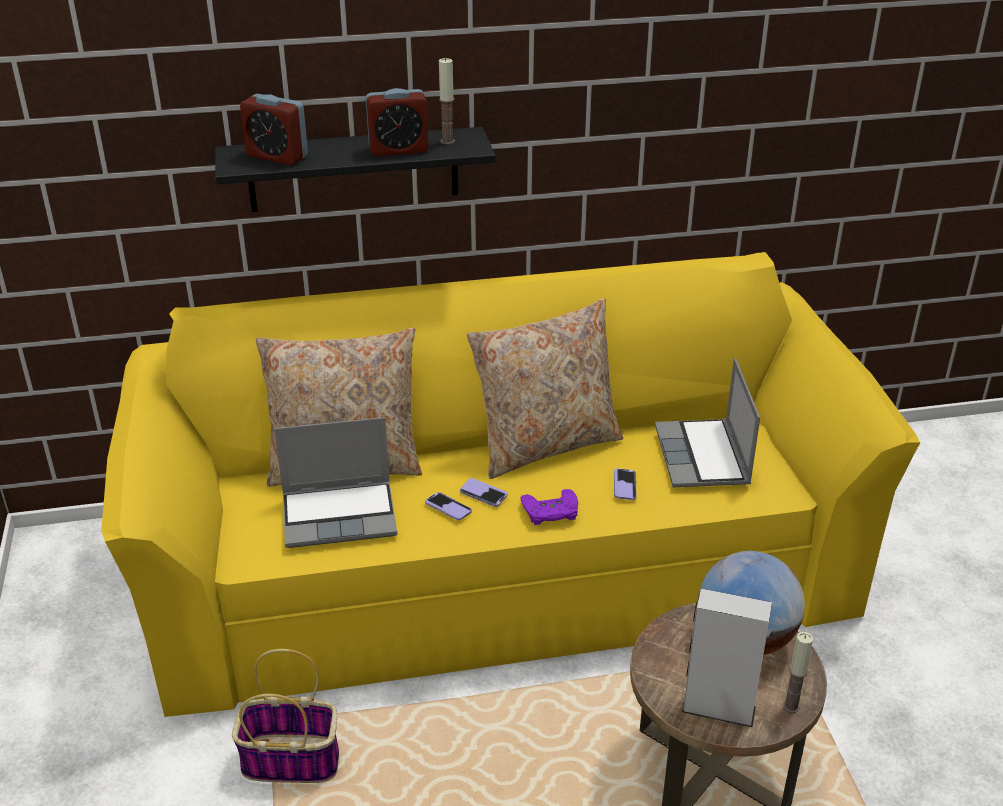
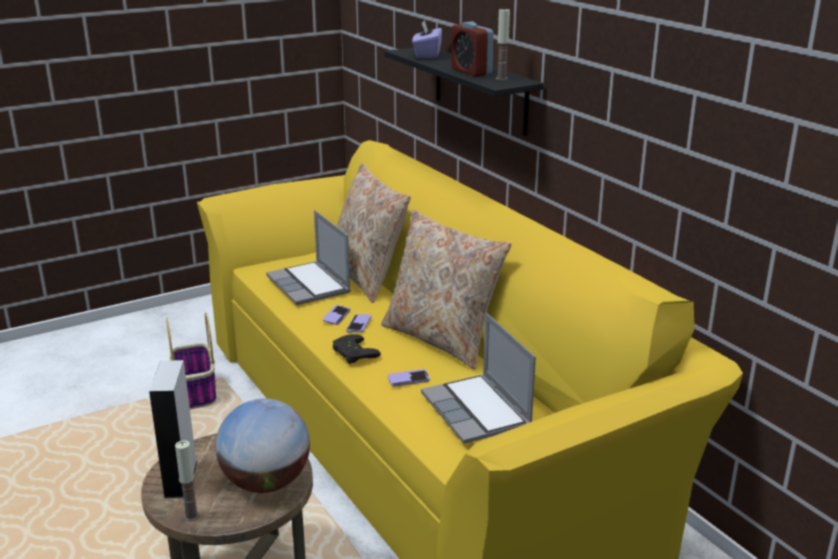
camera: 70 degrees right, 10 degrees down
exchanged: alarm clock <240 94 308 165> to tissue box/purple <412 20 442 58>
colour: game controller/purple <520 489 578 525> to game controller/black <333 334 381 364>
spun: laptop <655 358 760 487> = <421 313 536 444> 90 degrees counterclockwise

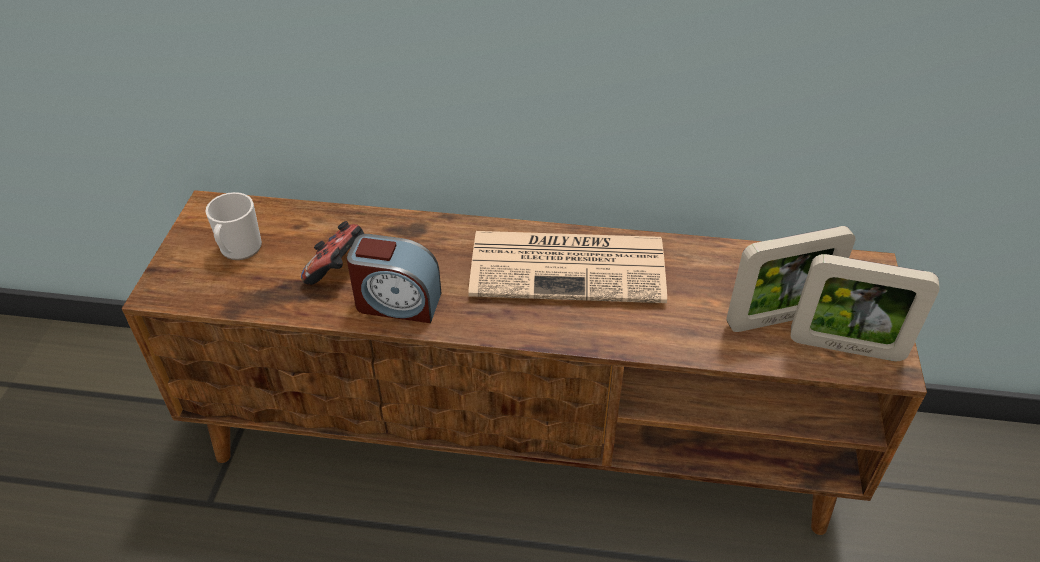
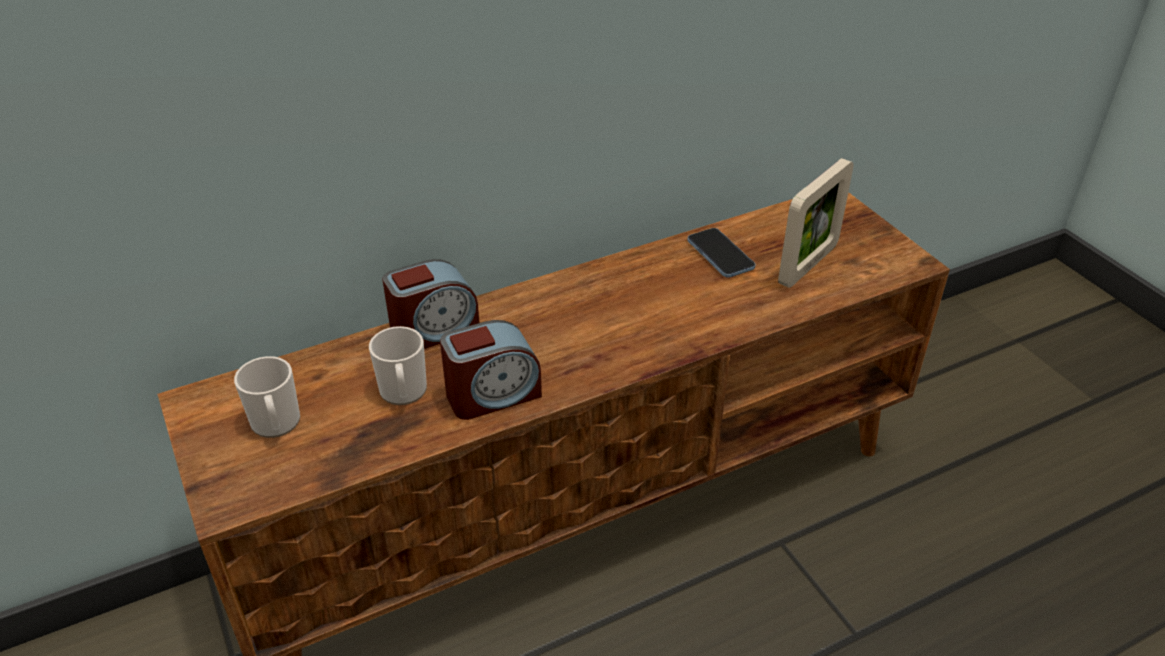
camera: 35 degrees left, 5 degrees down
missing: newspaper <468 231 667 303>; picture frame <791 254 940 361>
appeared: alarm clock <382 259 480 349>; phone <688 228 755 278>
exchanged: game controller <301 221 364 285> to mug <369 326 427 405>

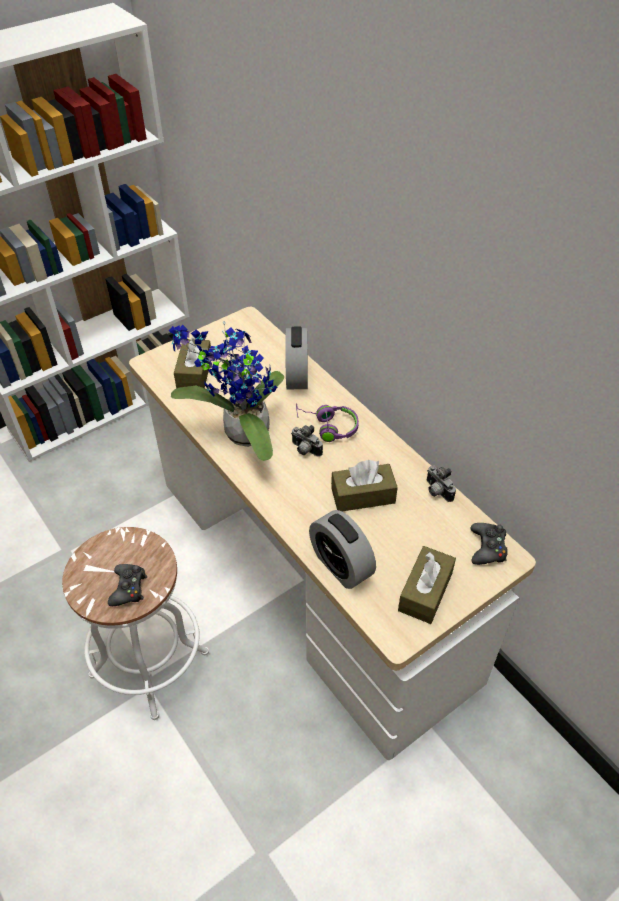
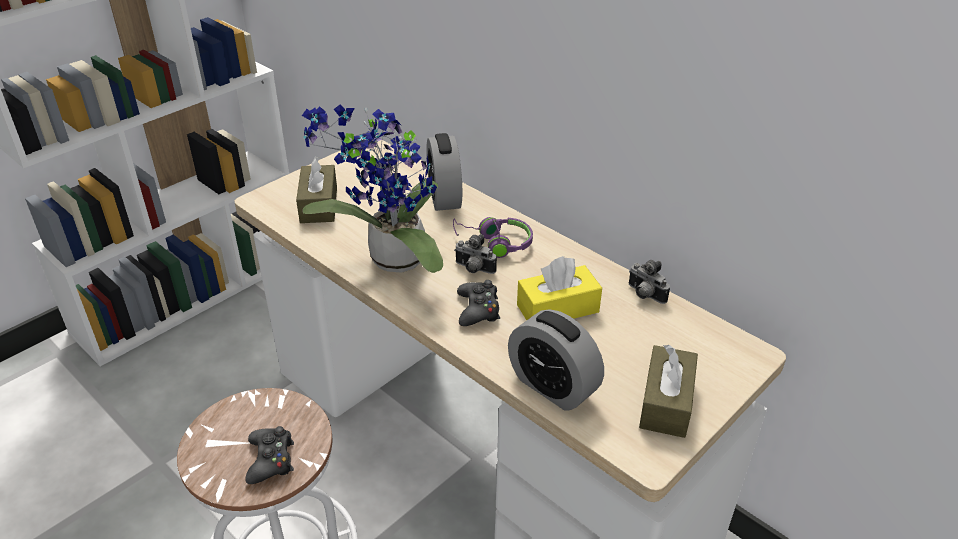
camera: 10 degrees left, 10 degrees down
relocated: game controller/black <471 523 508 565> to <457 280 500 326>
colour: tissue box/brown <331 460 398 511> to tissue box/yellow <517 256 602 320>

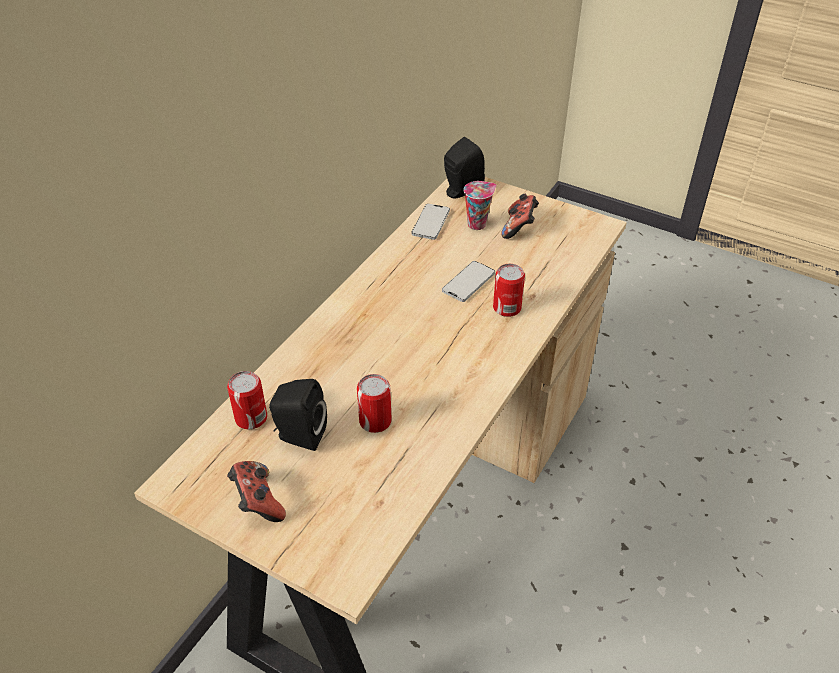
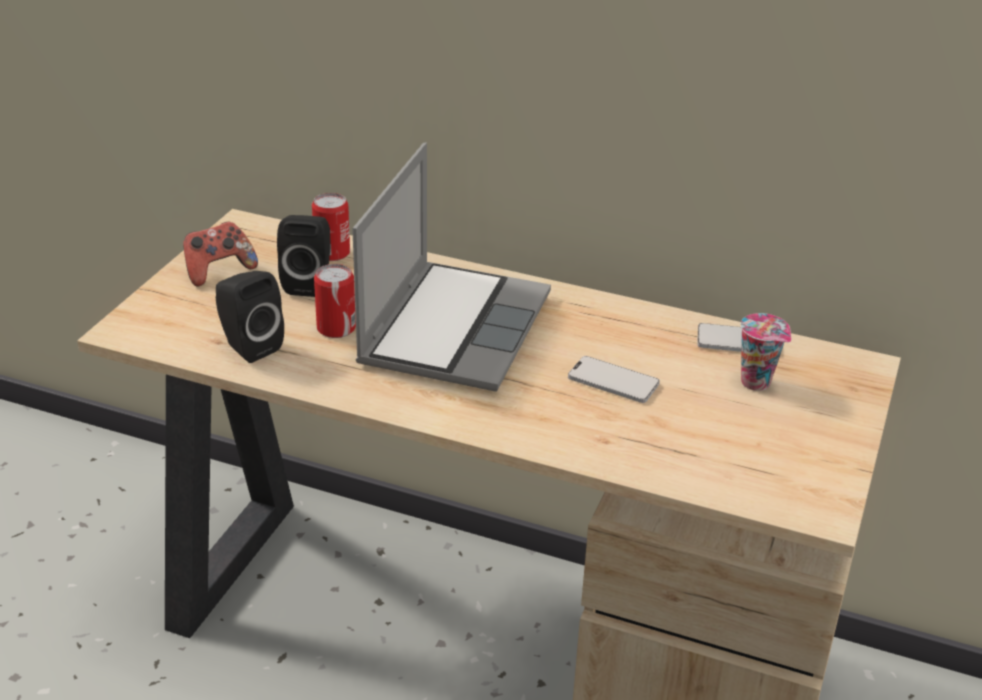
camera: 80 degrees right, 10 degrees down
missing: can <493 264 525 317>; game controller <501 194 539 239>
appeared: laptop <352 142 551 391>
relocated: speaker/black <444 137 485 199> to <216 271 284 363>

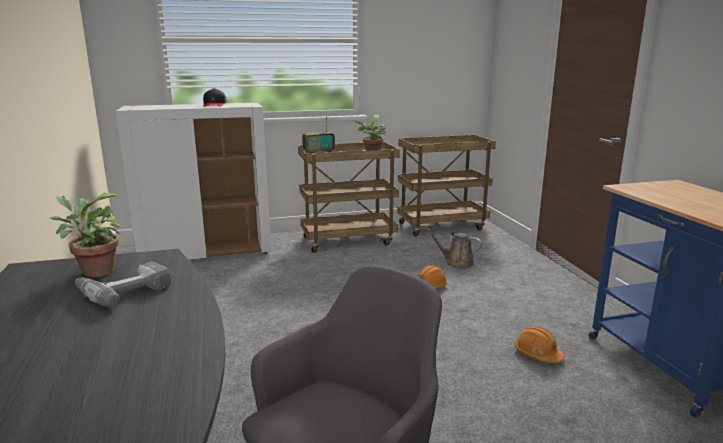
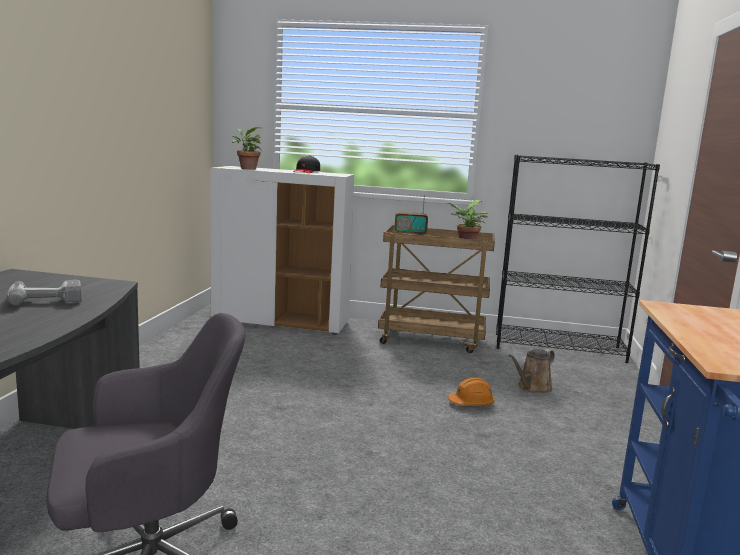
camera: 25 degrees right, 5 degrees down
missing: hard hat/orange <515 326 565 363>
relocated: potted plant <50 193 121 278> to <232 127 262 170>
exchanged: cart/brown <397 135 496 237> to bookcase/black <496 155 660 363>
spun: watering can/brown <424 225 482 268> = <509 349 555 393> 90 degrees counterclockwise

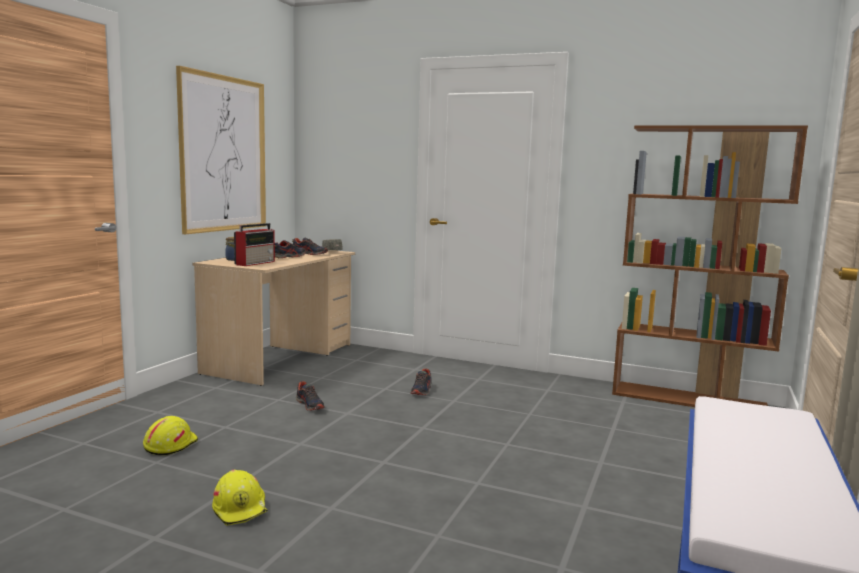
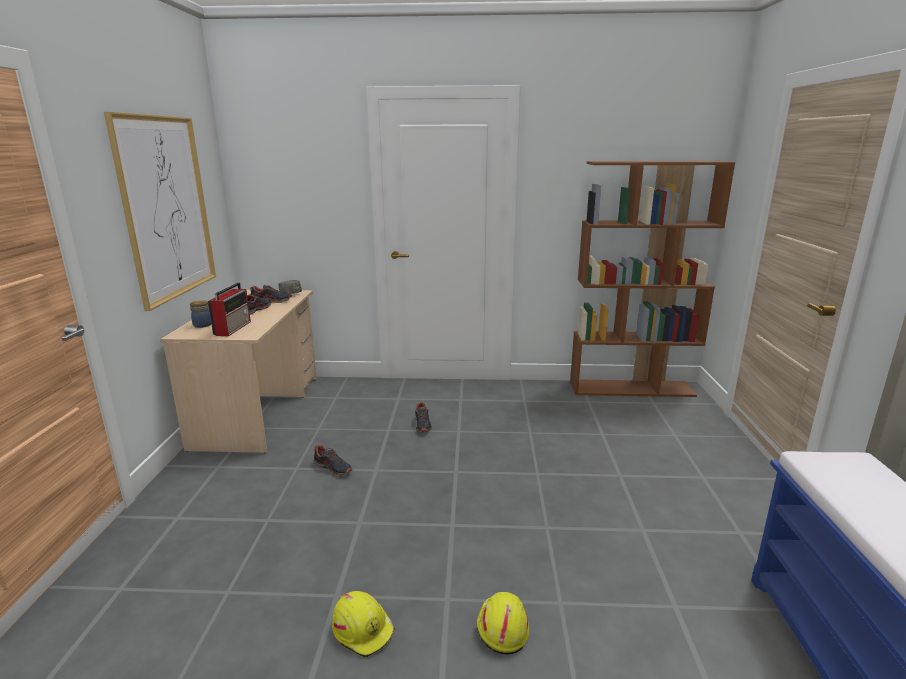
camera: 20 degrees left, 10 degrees up
relocated: hard hat/yellow <143 416 198 455> to <476 592 529 655>

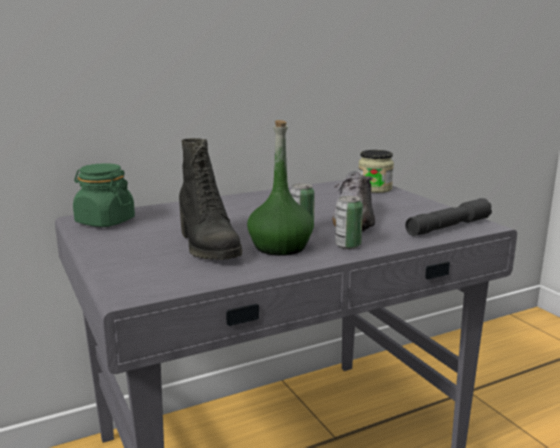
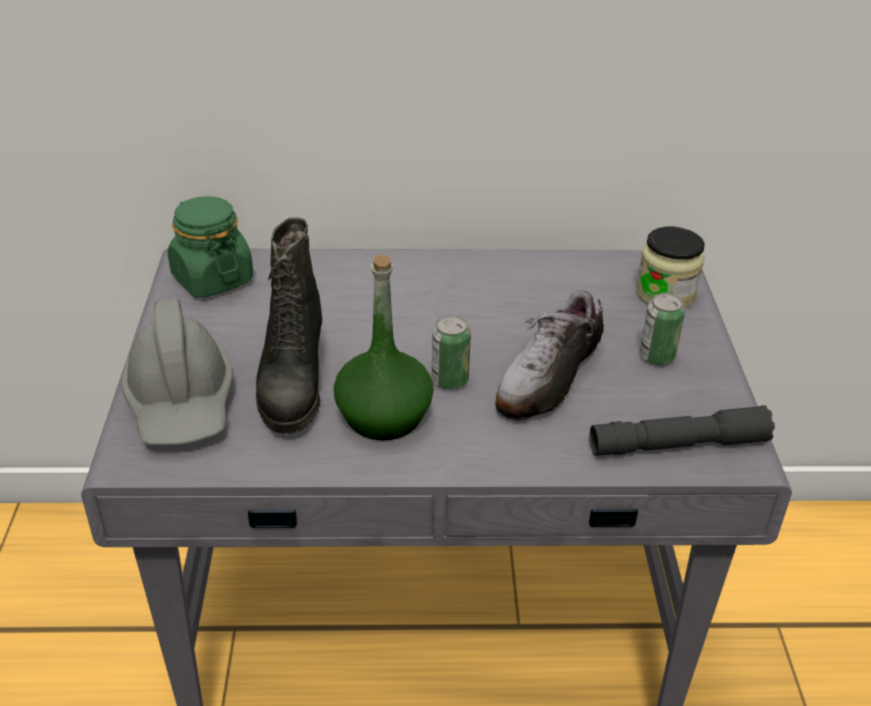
camera: 25 degrees right, 20 degrees up
appeared: hard hat/grey <121 298 233 445>
relocated: can <335 196 363 249> to <640 293 685 365>

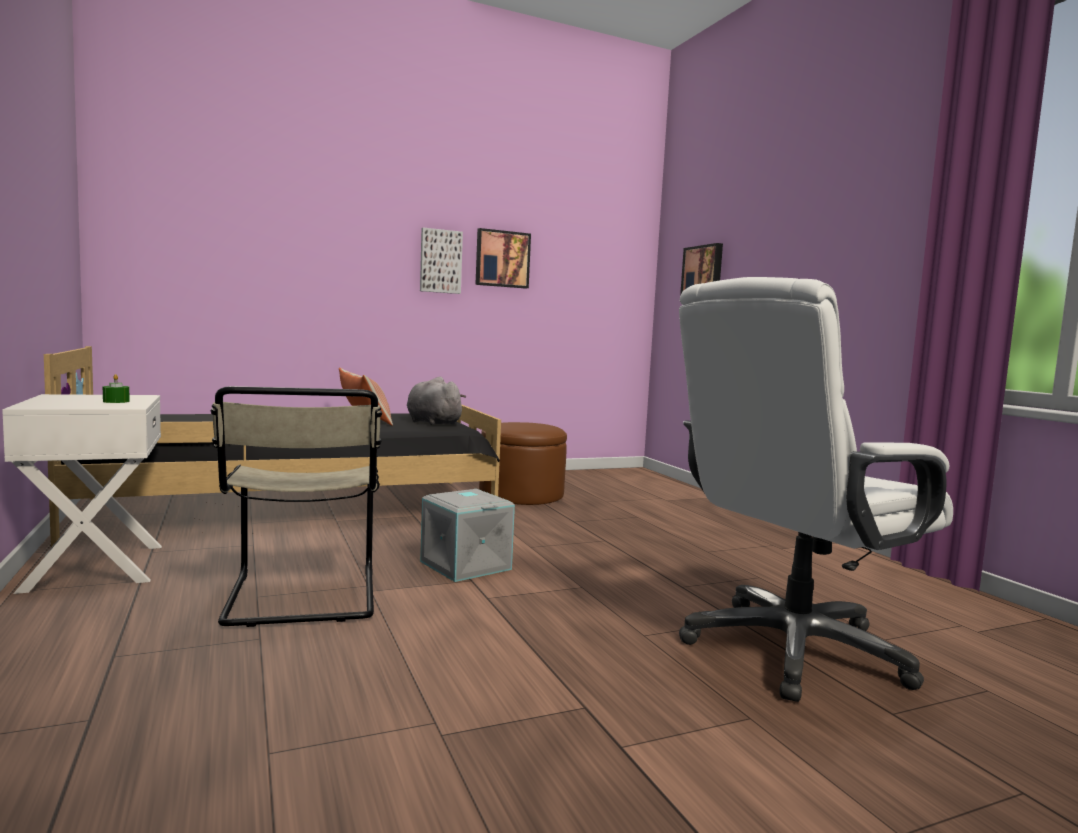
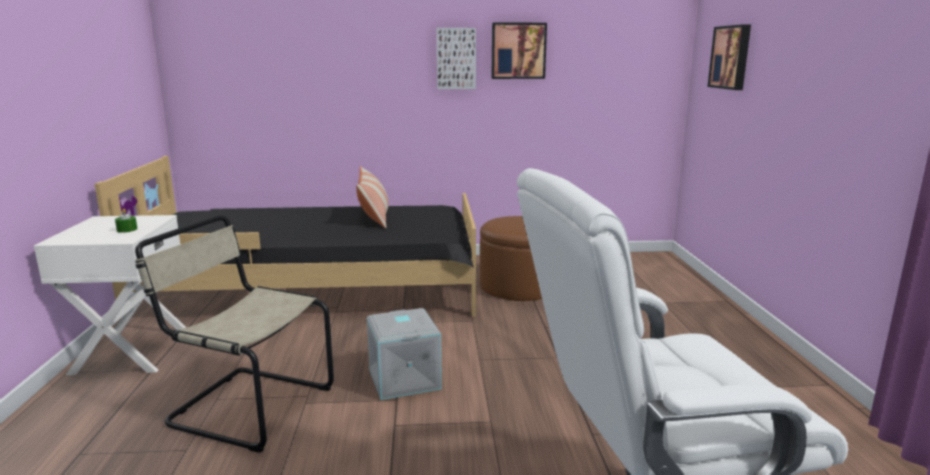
camera: 20 degrees right, 10 degrees up
missing: plush toy/grey <407 377 466 425>
spun: chair/beige <210 386 382 627> = <135 215 334 453> 105 degrees clockwise

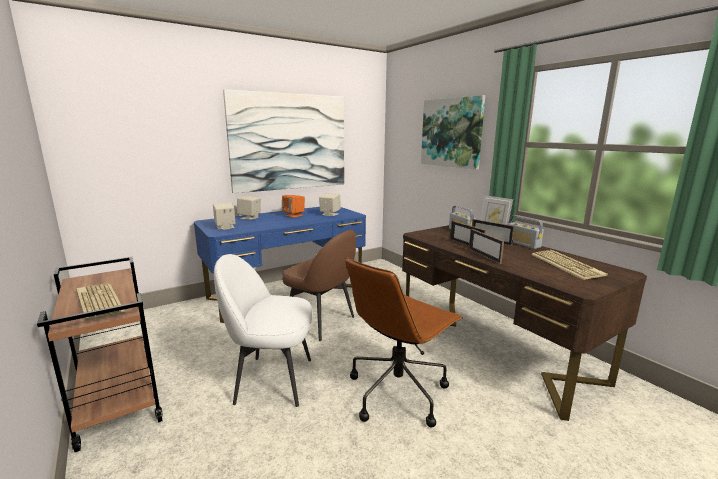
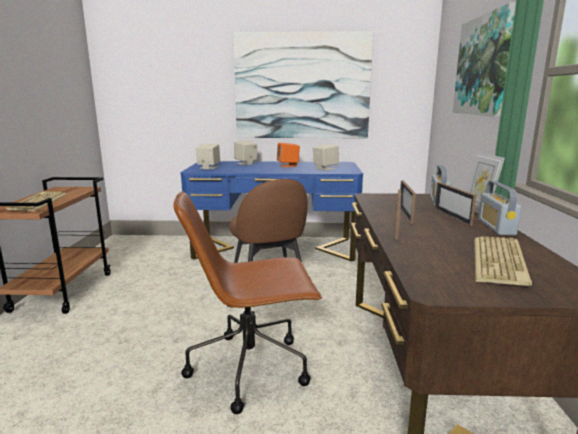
camera: 35 degrees right, 0 degrees up
missing: chair/white <214 254 313 407>

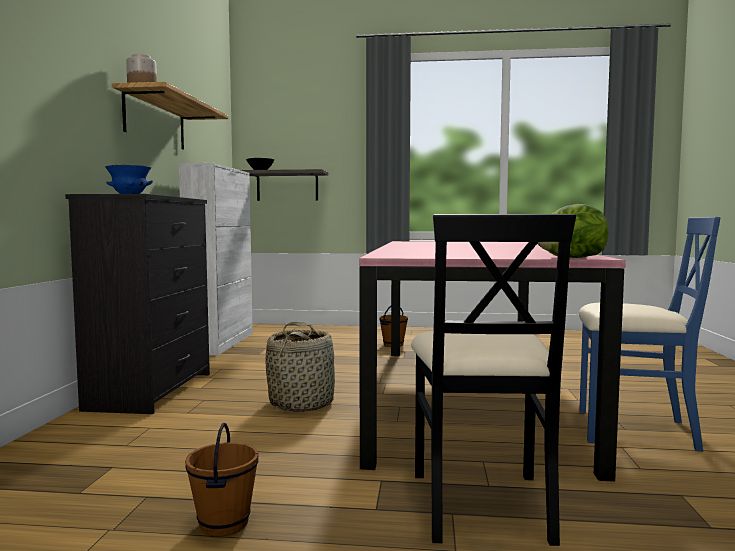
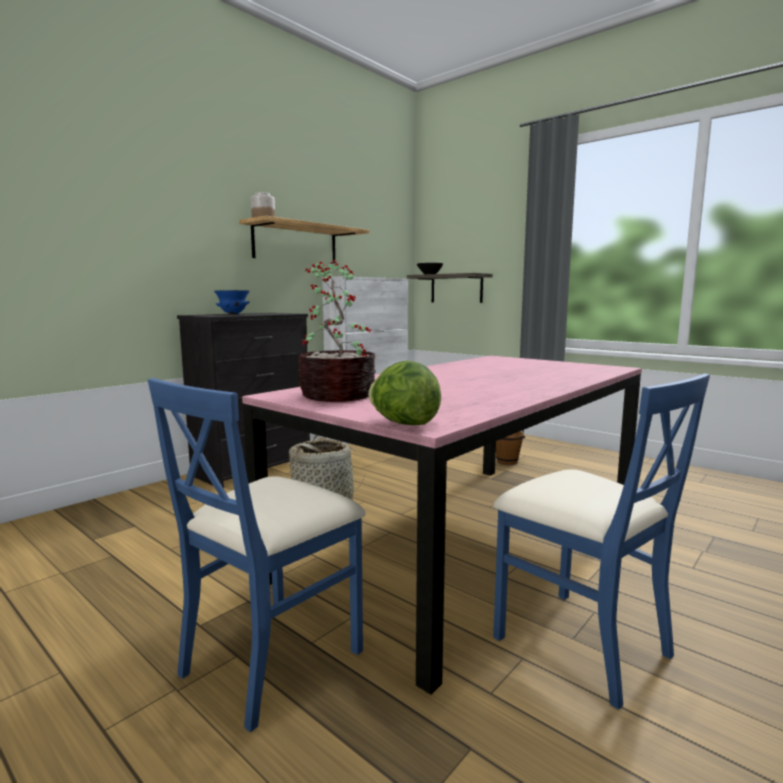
camera: 35 degrees right, 5 degrees up
missing: bucket/brown <185 423 259 537>
appeared: potted plant <298 260 376 402>
colour: chair/black <411 214 576 546> to chair/blue <148 378 366 732>

